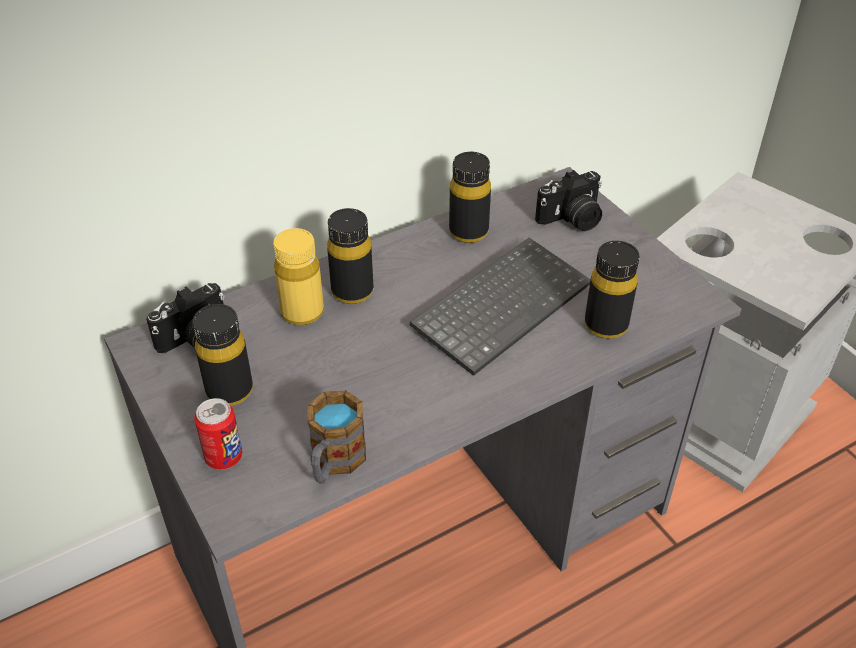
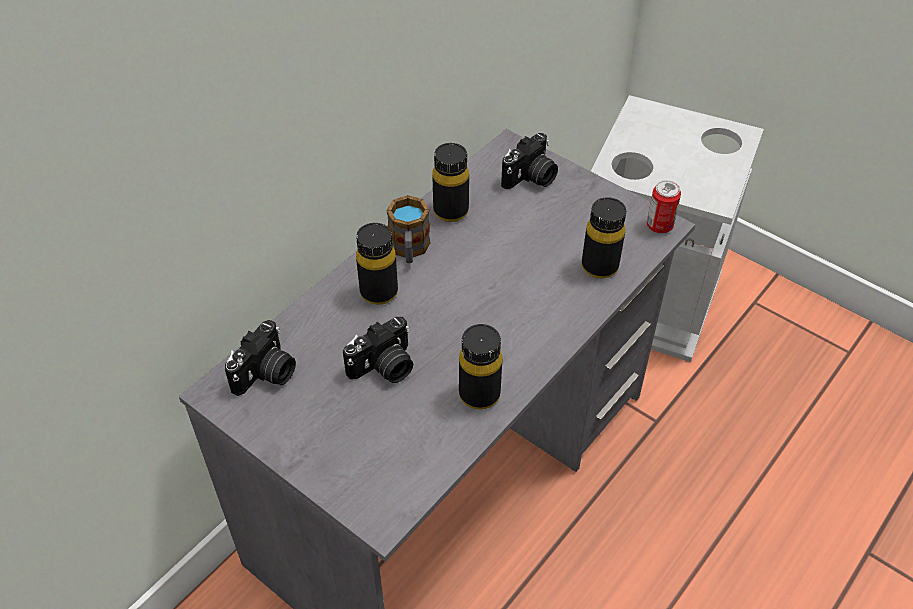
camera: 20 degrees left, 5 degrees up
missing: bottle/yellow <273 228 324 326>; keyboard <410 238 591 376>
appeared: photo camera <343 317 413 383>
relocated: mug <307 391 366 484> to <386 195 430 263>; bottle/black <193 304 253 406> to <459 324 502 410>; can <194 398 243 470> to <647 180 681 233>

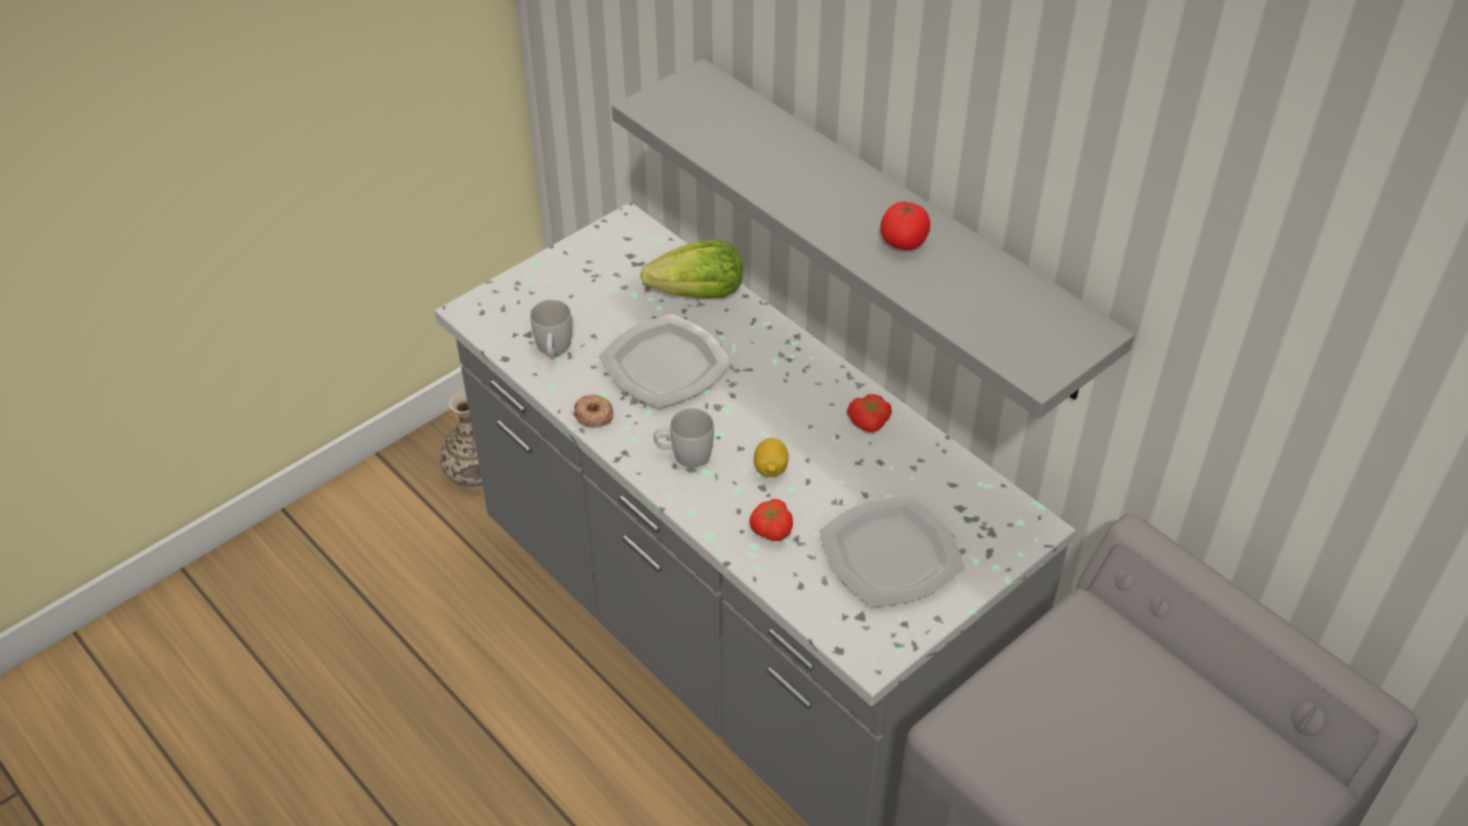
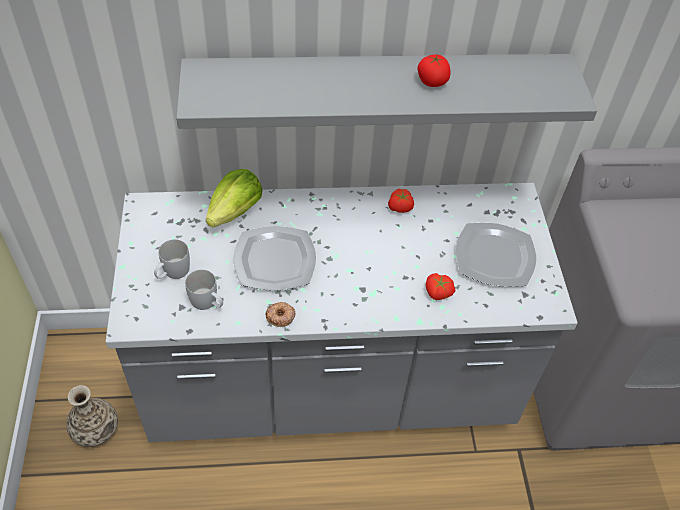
camera: 55 degrees left, 5 degrees up
missing: lemon <754 438 789 477>
relocated: mug/white <653 408 714 467> to <154 239 190 279>

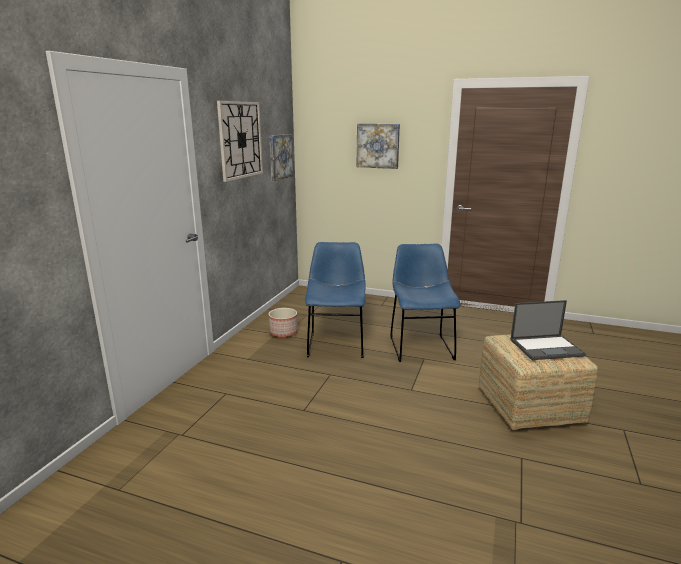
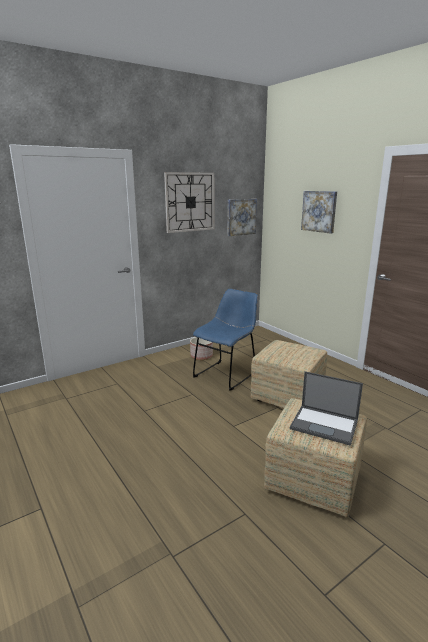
camera: 35 degrees right, 0 degrees up
exchanged: chair/blue <390 244 461 362> to ottoman <251 340 327 408>

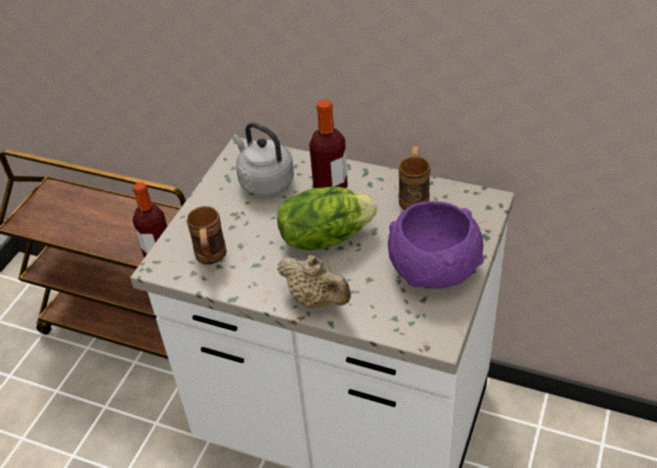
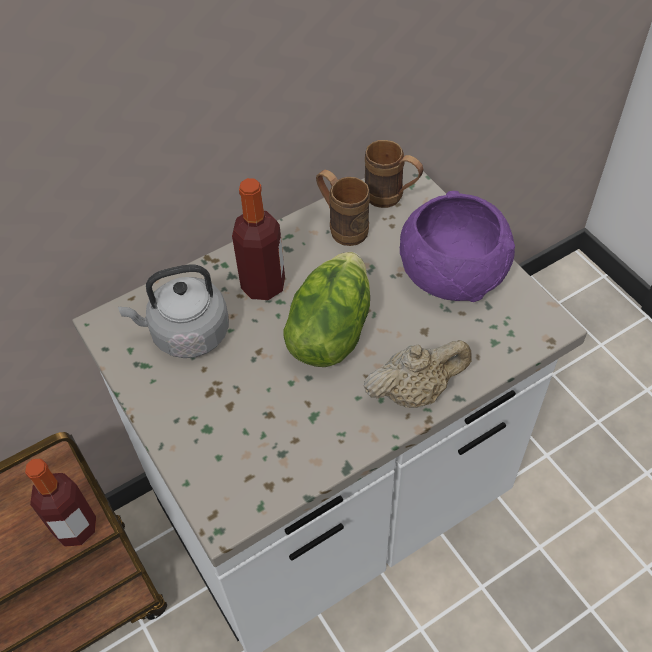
camera: 55 degrees left, 10 degrees up
relocated: mug/brown <187 206 226 264> to <365 140 423 208>

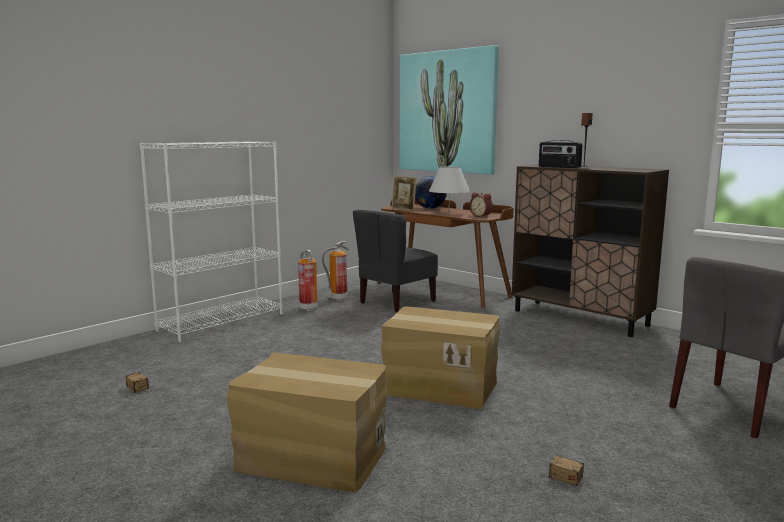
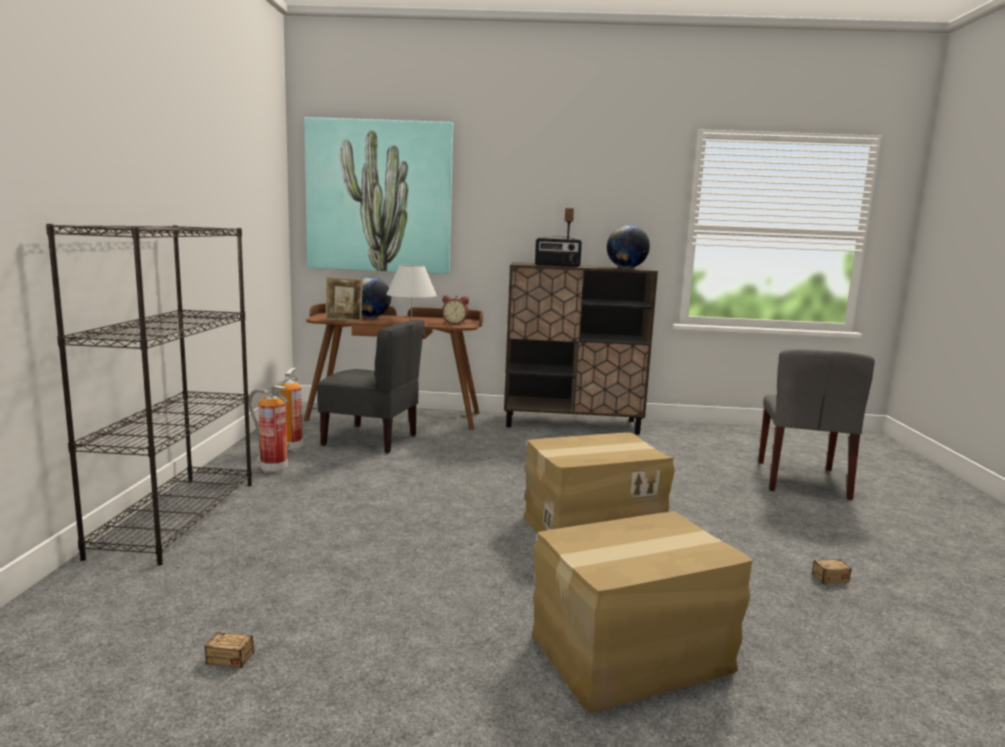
camera: 40 degrees left, 0 degrees up
appeared: globe <607 225 650 268>
colour: bookcase/white <140 141 283 342> to bookcase/black <46 224 252 566>
spun: chair/grey <353 210 438 312> = <317 320 424 454> 75 degrees counterclockwise

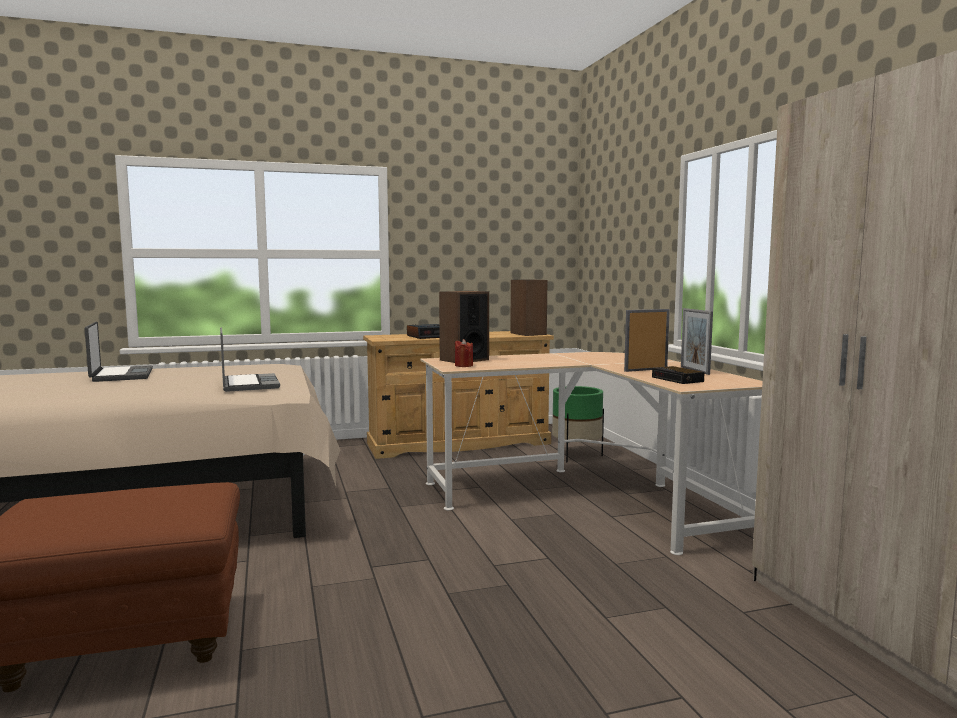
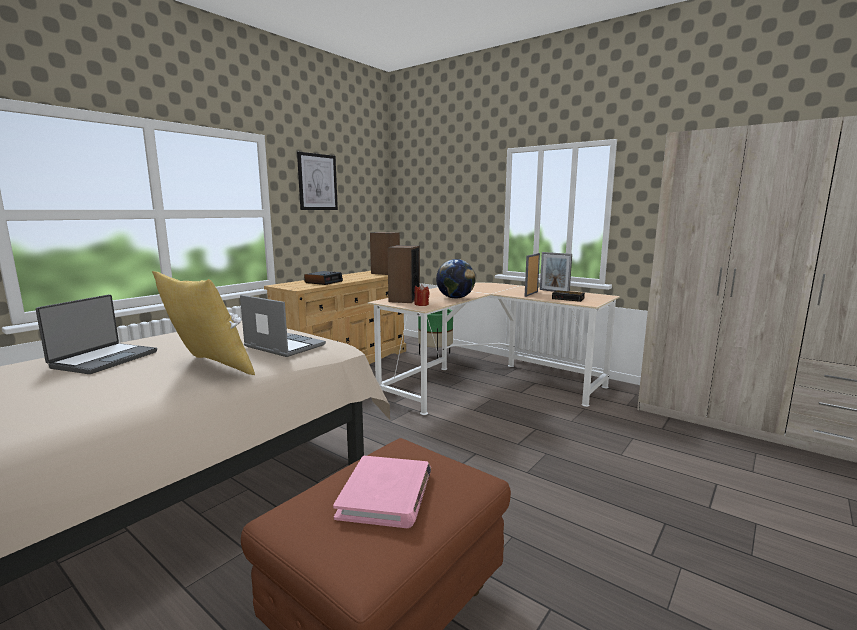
camera: 35 degrees left, 5 degrees up
appeared: pillow/yellow <152 271 255 375>; picture <297 152 338 210>; book/pink <333 456 431 528>; globe <436 259 476 299>
spun: laptop <85 322 153 382> = <36 294 157 374> 75 degrees clockwise

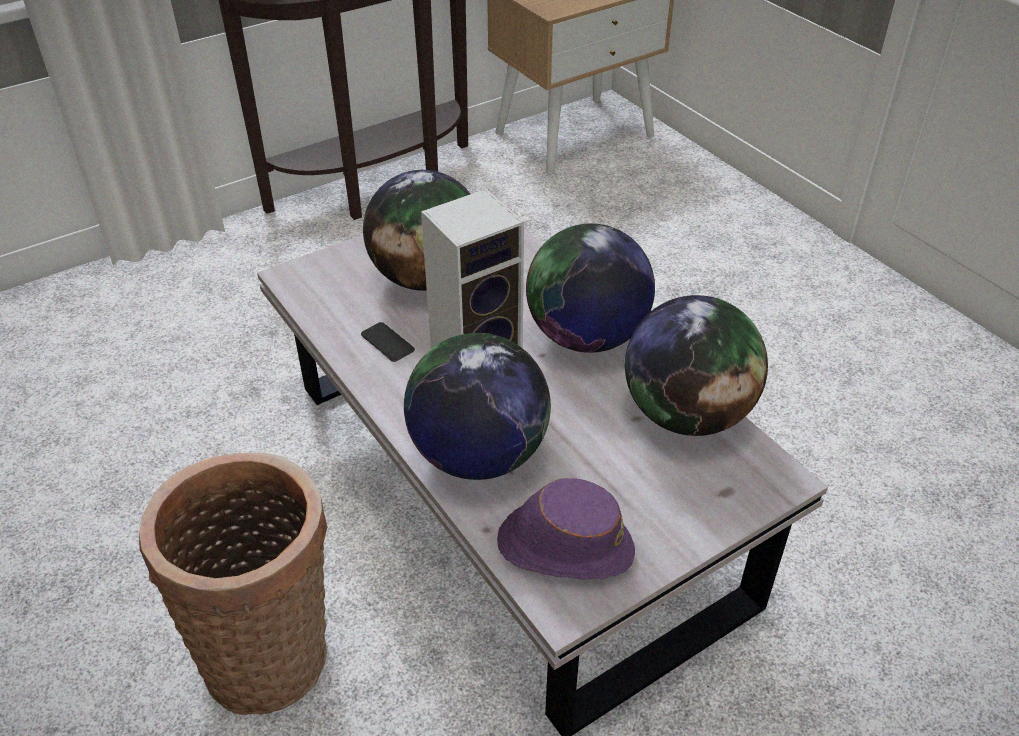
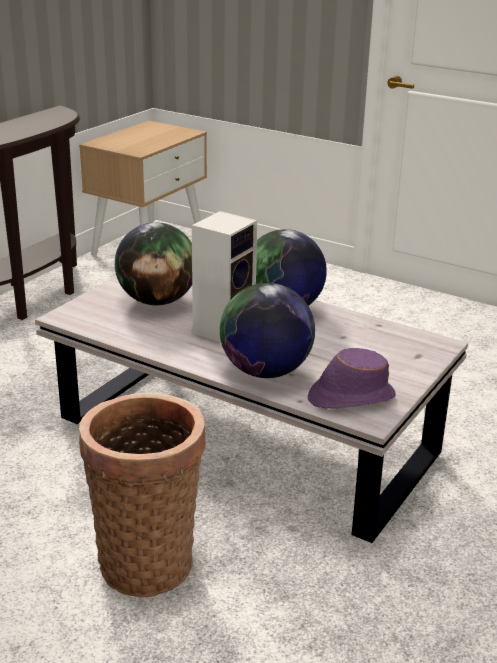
camera: 25 degrees left, 15 degrees down
missing: phone <361 322 415 362>; globe <625 295 768 436>

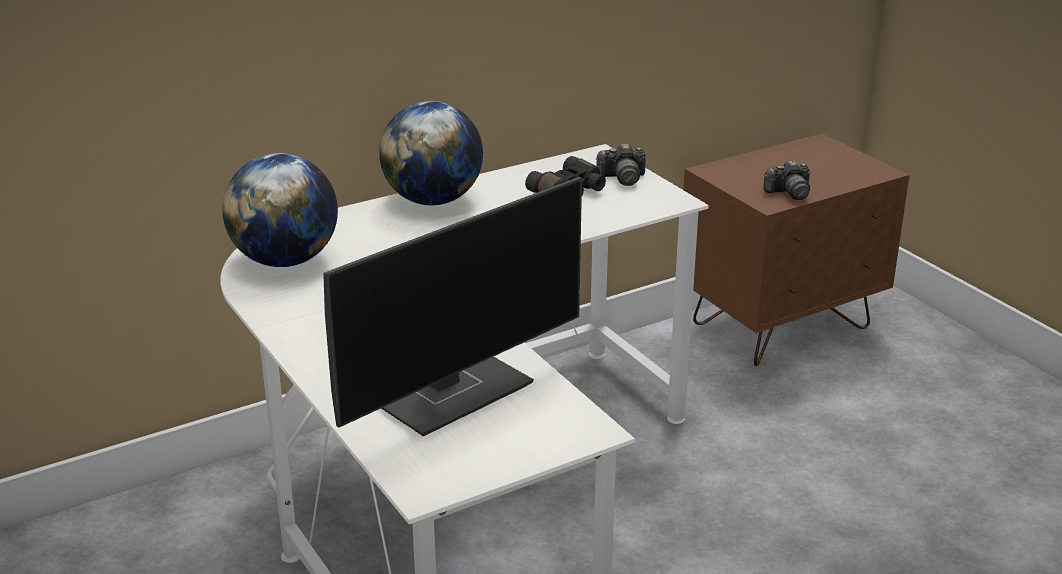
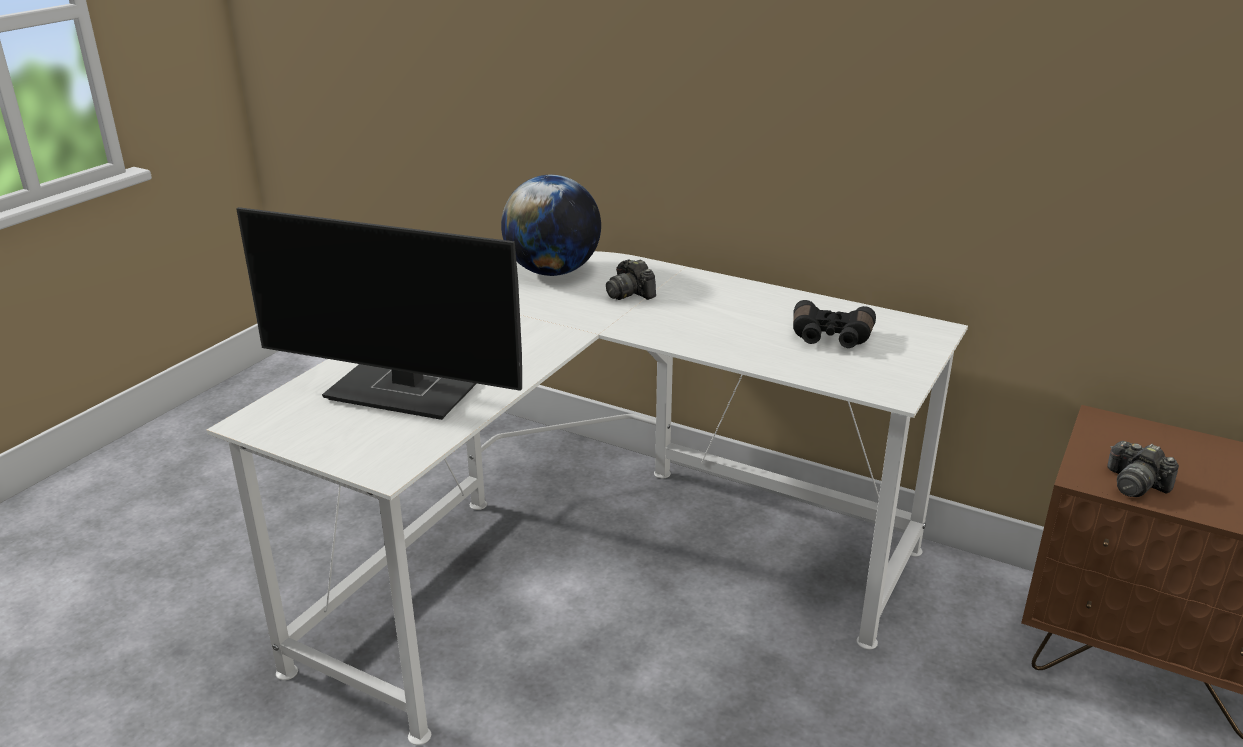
camera: 60 degrees right, 0 degrees up
missing: globe <379 101 483 205>
relocated: photo camera <595 143 646 186> to <606 259 656 300>

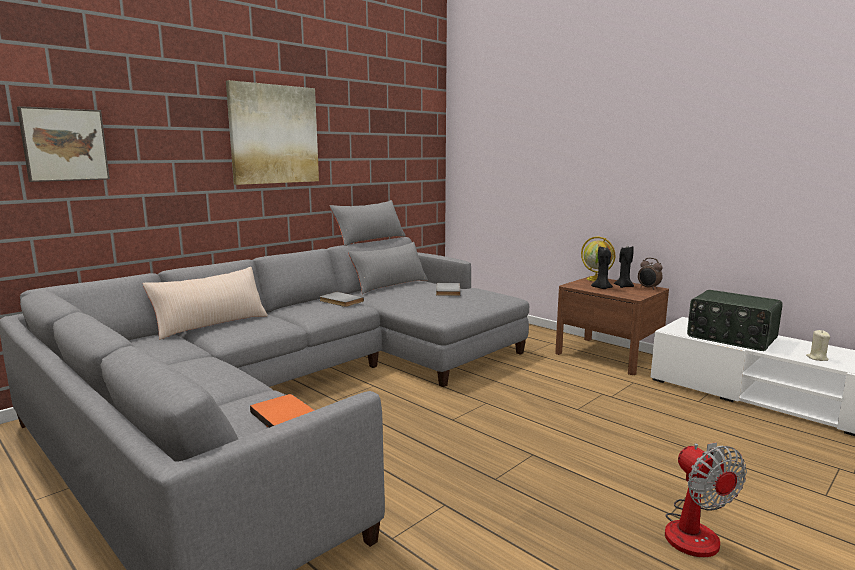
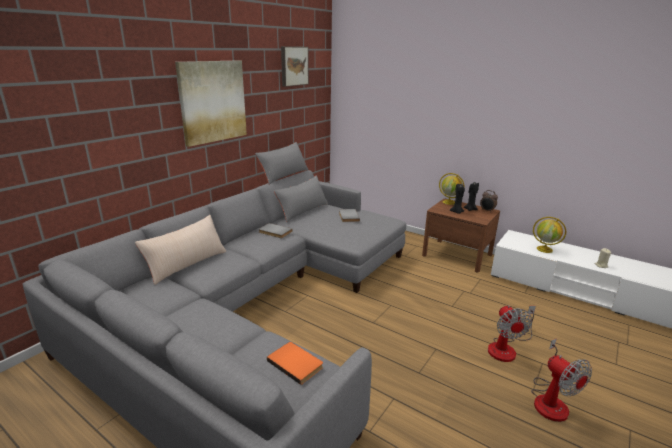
camera: 10 degrees left, 10 degrees up
appeared: fan <488 305 536 362>
relocated: picture <17 106 110 182> to <281 46 309 87>
exchanged: radio <687 290 783 351> to globe <533 217 566 253>

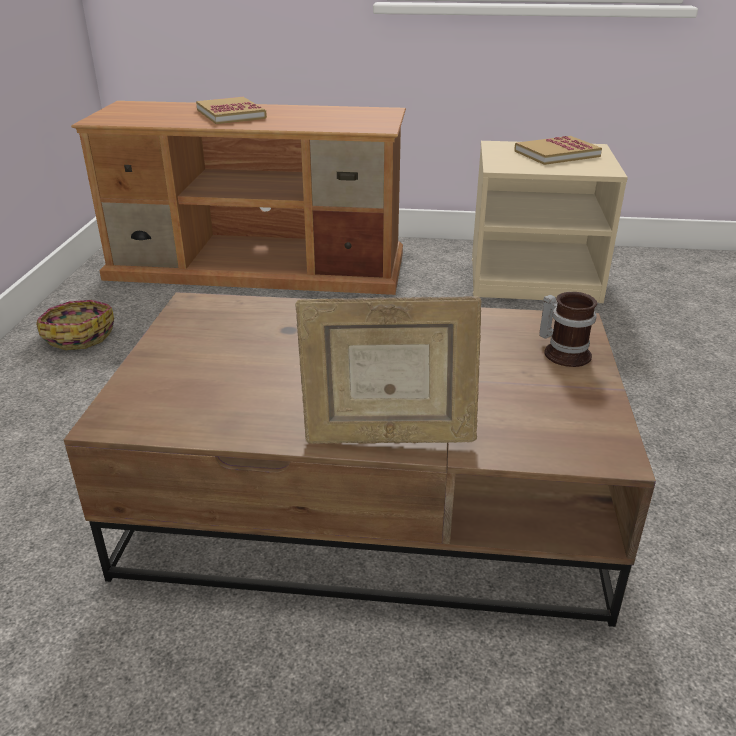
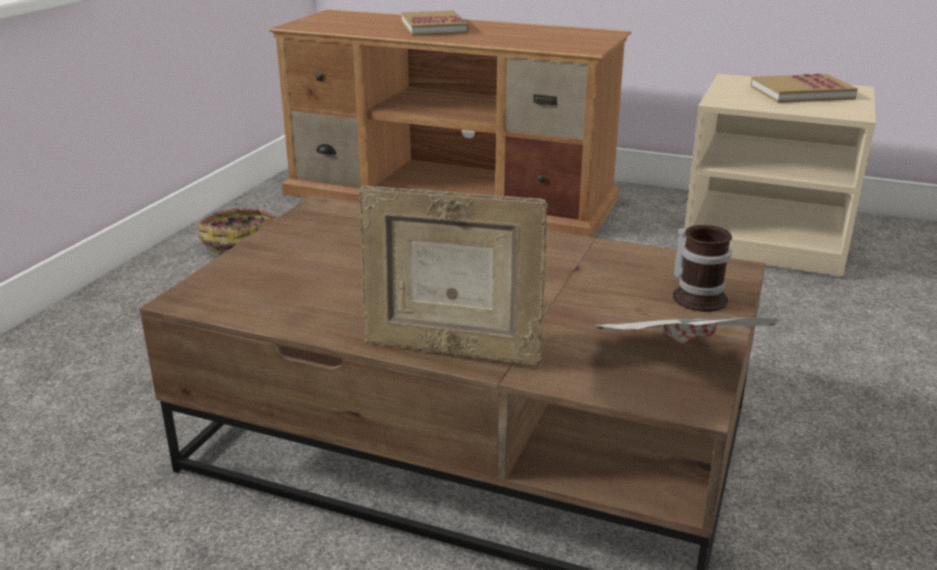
camera: 15 degrees right, 5 degrees down
appeared: newspaper <594 318 779 344>

